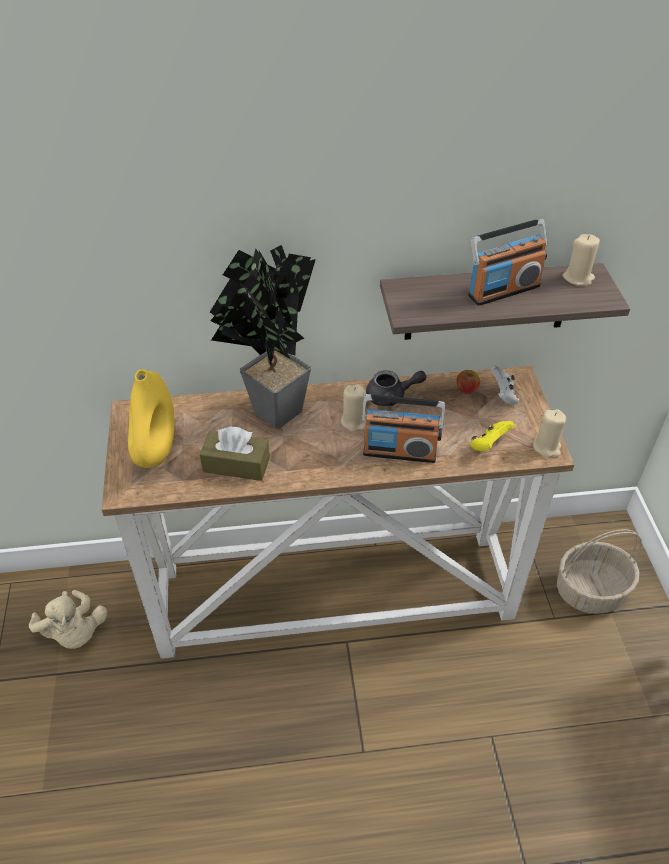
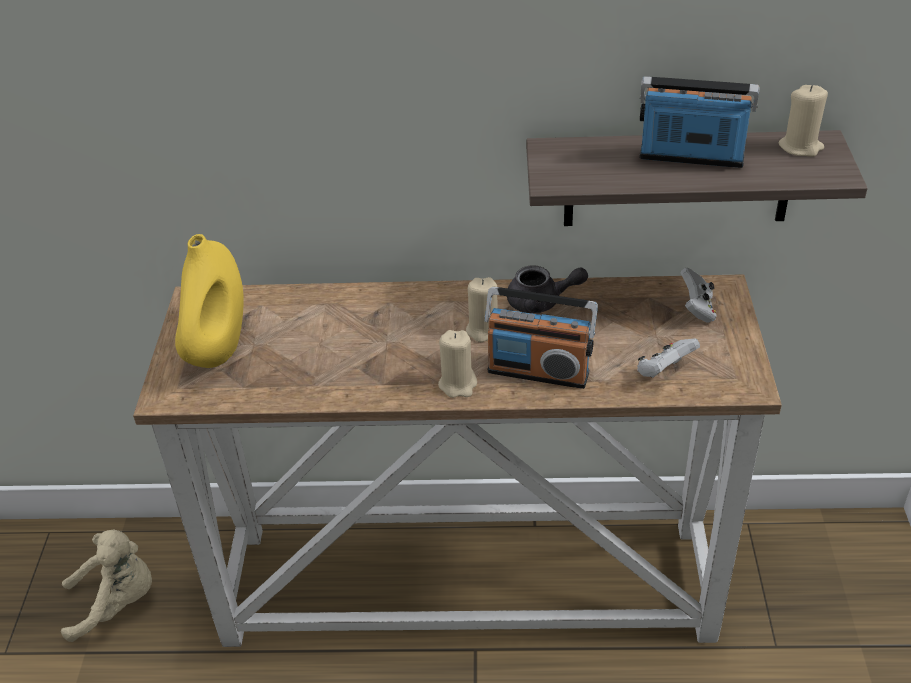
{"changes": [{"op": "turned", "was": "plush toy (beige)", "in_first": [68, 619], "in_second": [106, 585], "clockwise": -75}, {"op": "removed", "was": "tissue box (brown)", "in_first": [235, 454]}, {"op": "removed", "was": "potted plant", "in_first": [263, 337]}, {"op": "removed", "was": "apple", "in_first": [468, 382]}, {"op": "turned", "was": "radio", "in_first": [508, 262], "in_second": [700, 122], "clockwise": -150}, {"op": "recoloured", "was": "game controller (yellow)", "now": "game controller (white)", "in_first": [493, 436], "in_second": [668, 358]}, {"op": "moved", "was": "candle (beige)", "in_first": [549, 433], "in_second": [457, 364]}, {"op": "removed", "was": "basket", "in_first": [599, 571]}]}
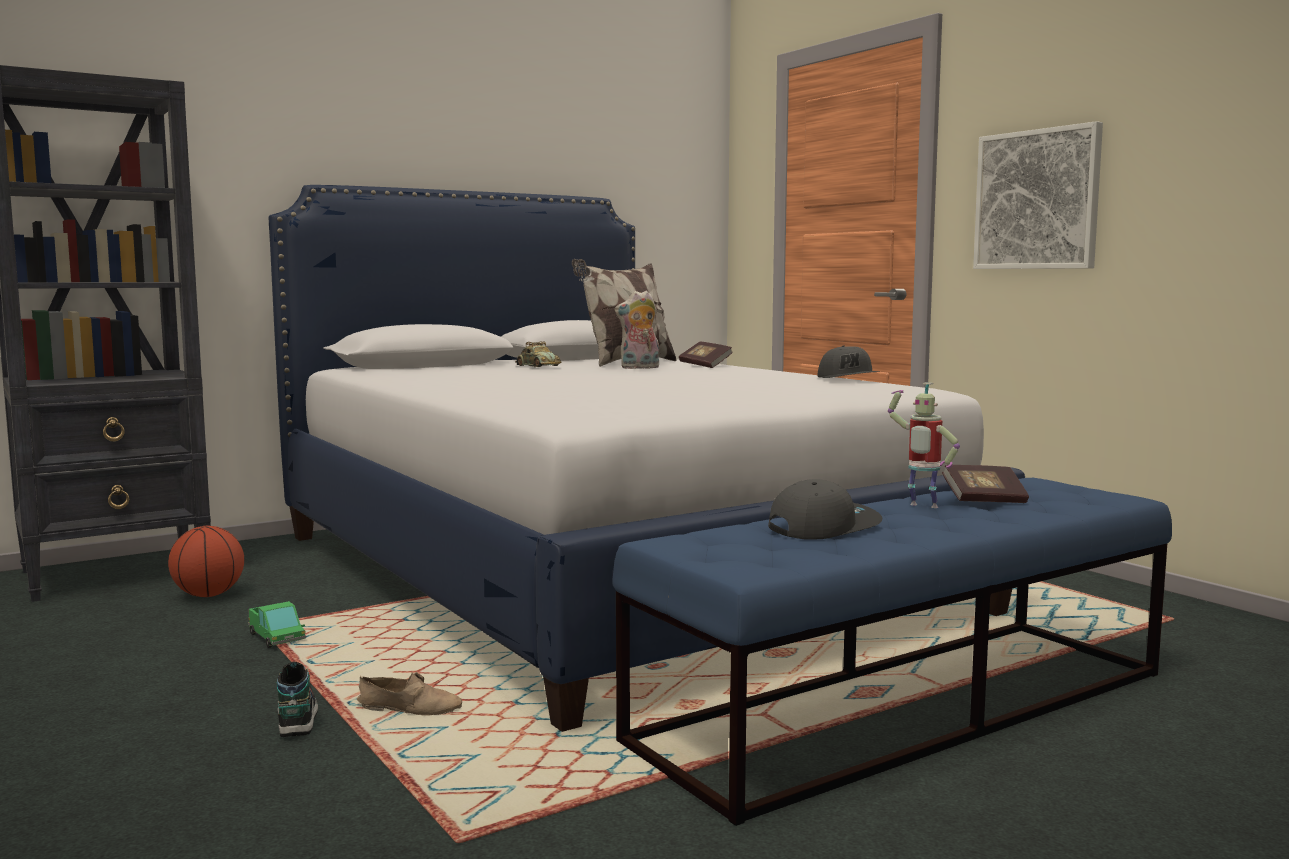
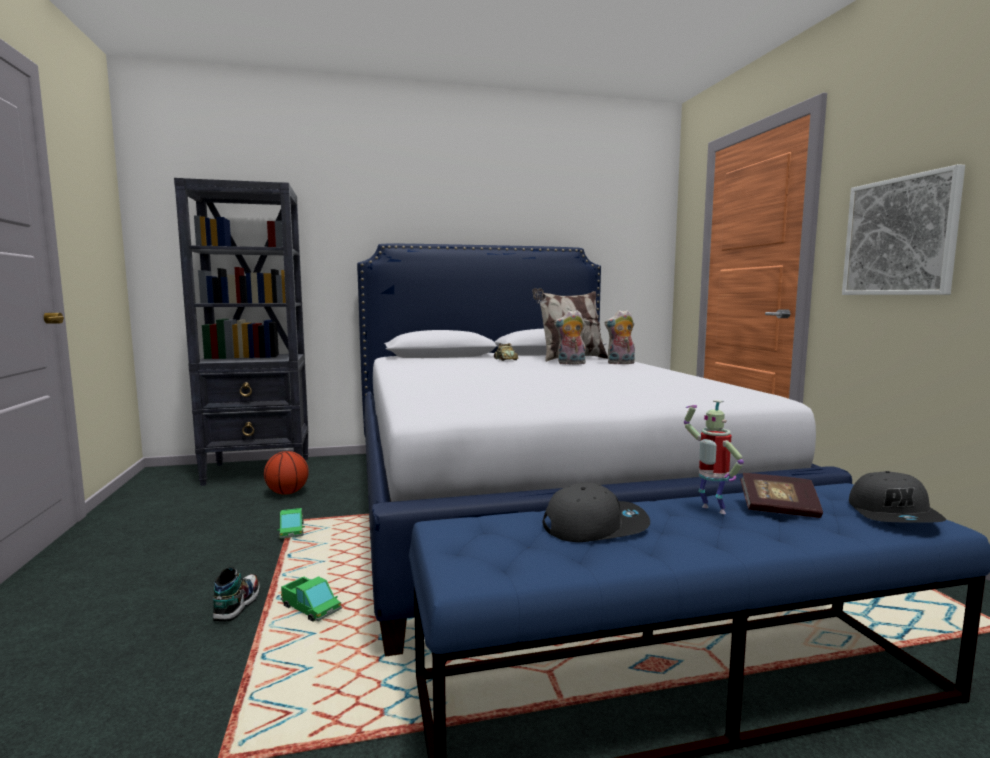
{"changes": [{"op": "replaced", "was": "shoe (beige)", "now": "toy truck", "in_first": [409, 694], "in_second": [311, 599]}, {"op": "replaced", "was": "book", "now": "plush toy", "in_first": [706, 355], "in_second": [619, 337]}, {"op": "moved", "was": "cap (grey)", "in_first": [848, 361], "in_second": [897, 497]}]}
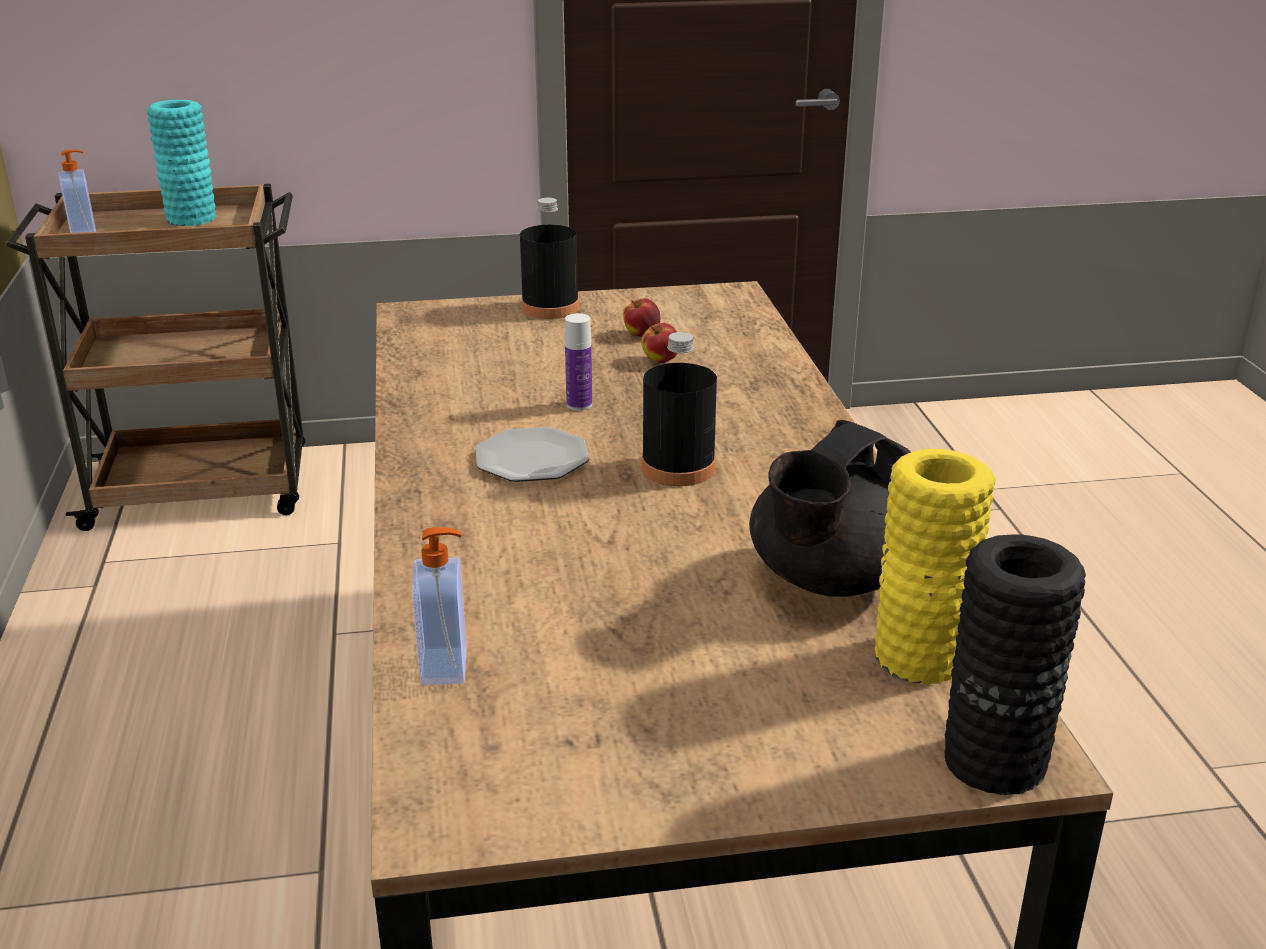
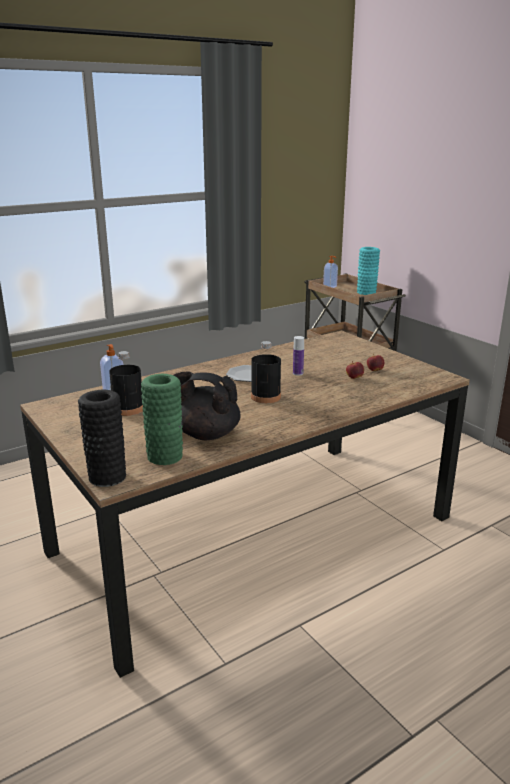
{"changes": [{"op": "moved", "was": "bottle (black)", "in_first": [549, 258], "in_second": [126, 383]}, {"op": "recoloured", "was": "vase (yellow)", "now": "vase (green)", "in_first": [935, 566], "in_second": [162, 419]}]}
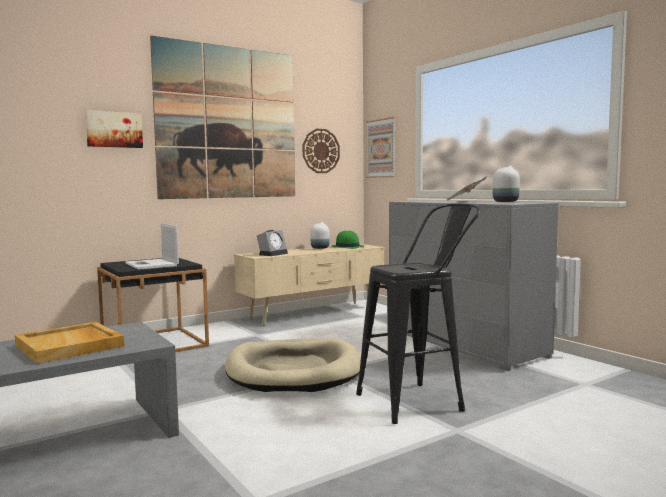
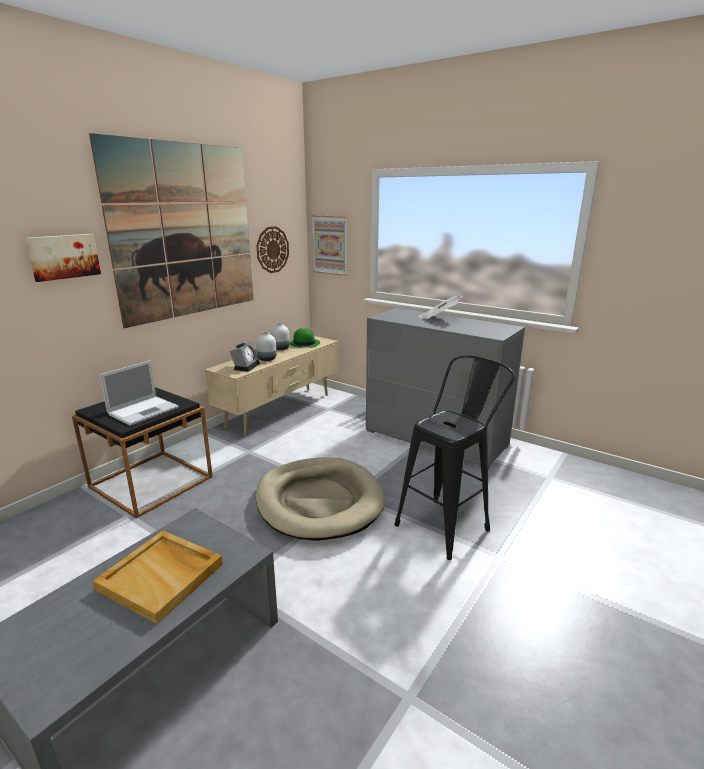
{"changes": [{"op": "turned", "was": "laptop", "in_first": [152, 246], "in_second": [139, 393], "clockwise": -90}, {"op": "moved", "was": "vase (white)", "in_first": [506, 183], "in_second": [266, 346]}]}
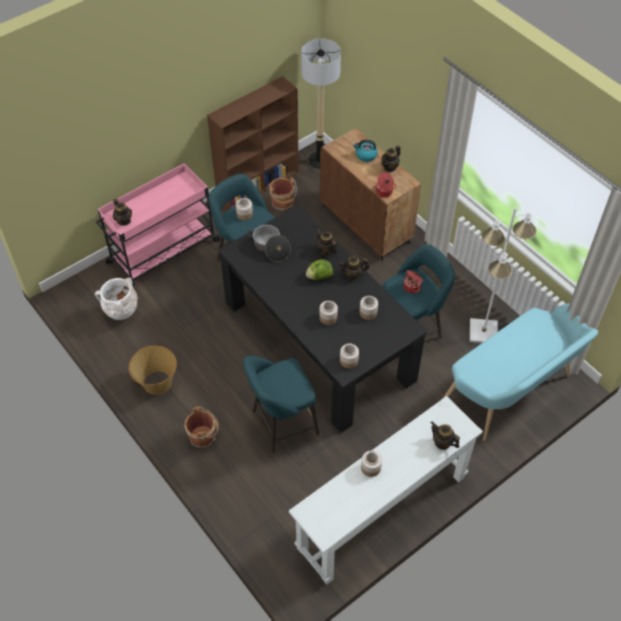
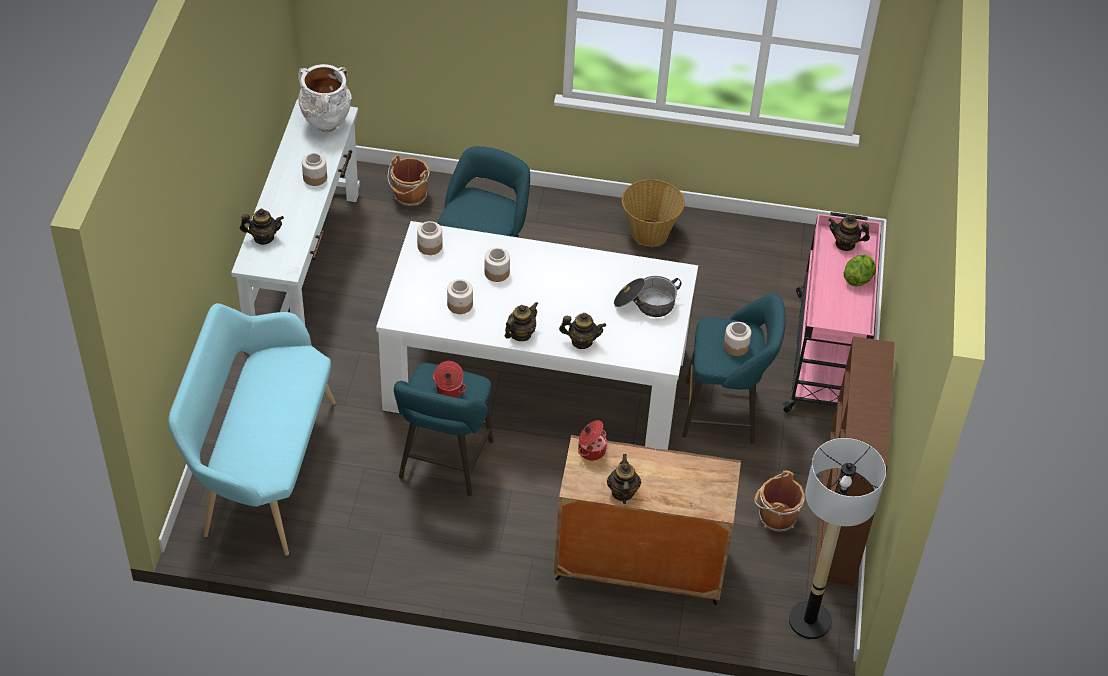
{"changes": [{"op": "moved", "was": "vase (white)", "in_first": [116, 298], "in_second": [324, 98]}, {"op": "moved", "was": "bucket (brown)", "in_first": [202, 427], "in_second": [408, 181]}, {"op": "recoloured", "was": "dining table (black)", "now": "dining table (white)", "in_first": [322, 319], "in_second": [537, 335]}, {"op": "moved", "was": "lettuce", "in_first": [319, 269], "in_second": [860, 270]}, {"op": "removed", "was": "kettle", "in_first": [365, 150]}, {"op": "removed", "was": "floor lamp (white)", "in_first": [503, 275]}]}
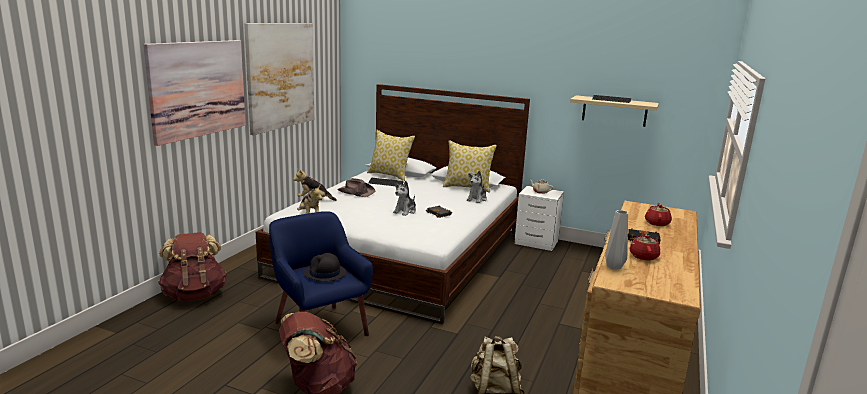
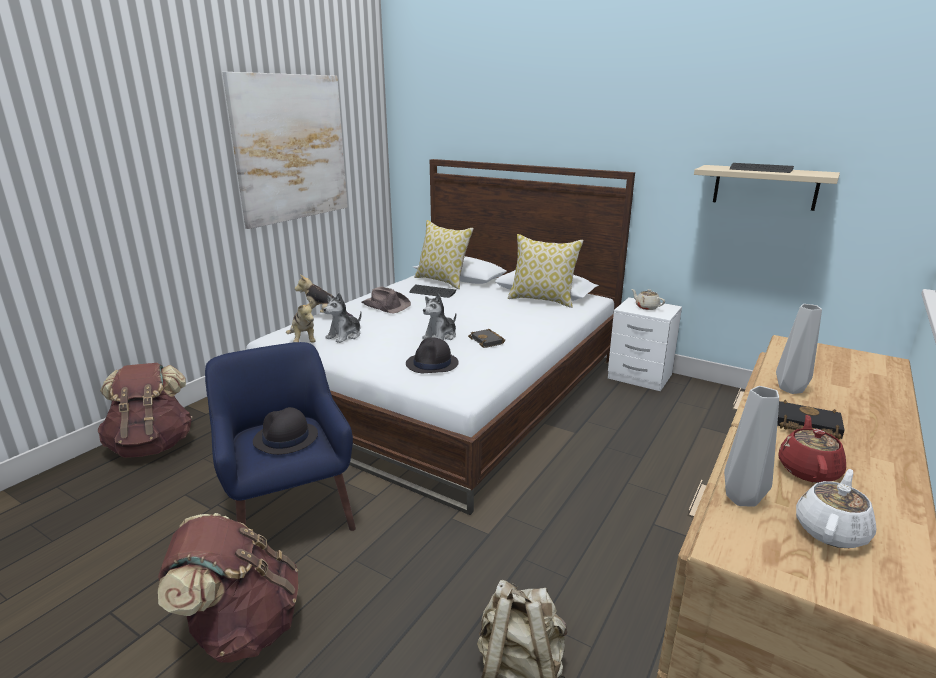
{"changes": [{"op": "removed", "was": "picture", "in_first": [194, 93]}, {"op": "moved", "was": "plush toy", "in_first": [477, 187], "in_second": [342, 318]}, {"op": "removed", "was": "teapot (red)", "in_first": [658, 214]}, {"op": "added", "now": "hat (black)", "in_second": [432, 355]}, {"op": "added", "now": "vase (grey)", "in_second": [799, 349]}, {"op": "added", "now": "teapot (white)", "in_second": [836, 508]}]}
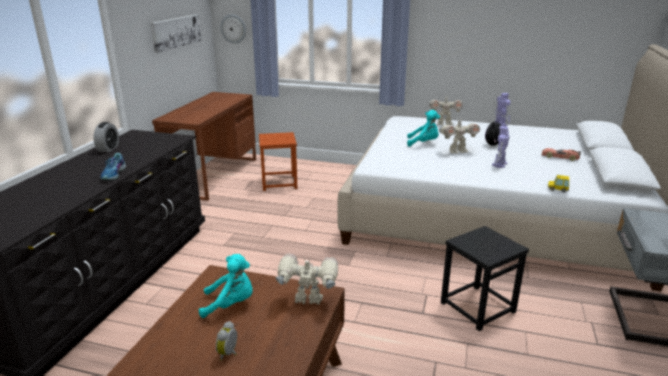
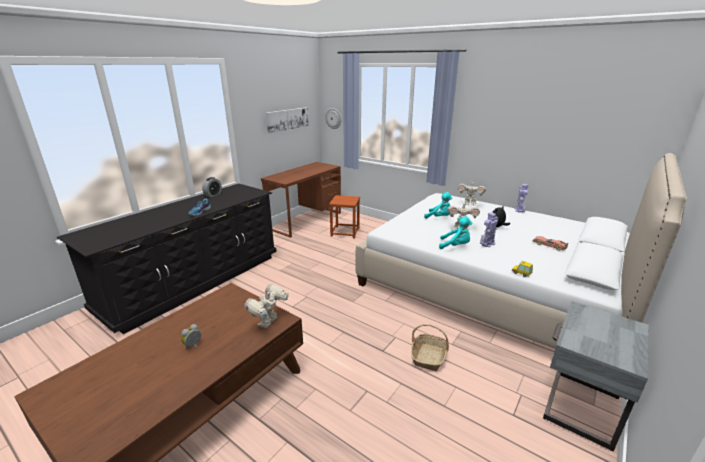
{"changes": [{"op": "moved", "was": "plush toy (turquoise)", "in_first": [226, 286], "in_second": [455, 232]}, {"op": "turned", "was": "toy robot", "in_first": [307, 279], "in_second": [266, 306], "clockwise": -90}, {"op": "replaced", "was": "stool (black)", "now": "basket", "in_first": [485, 278], "in_second": [430, 347]}]}
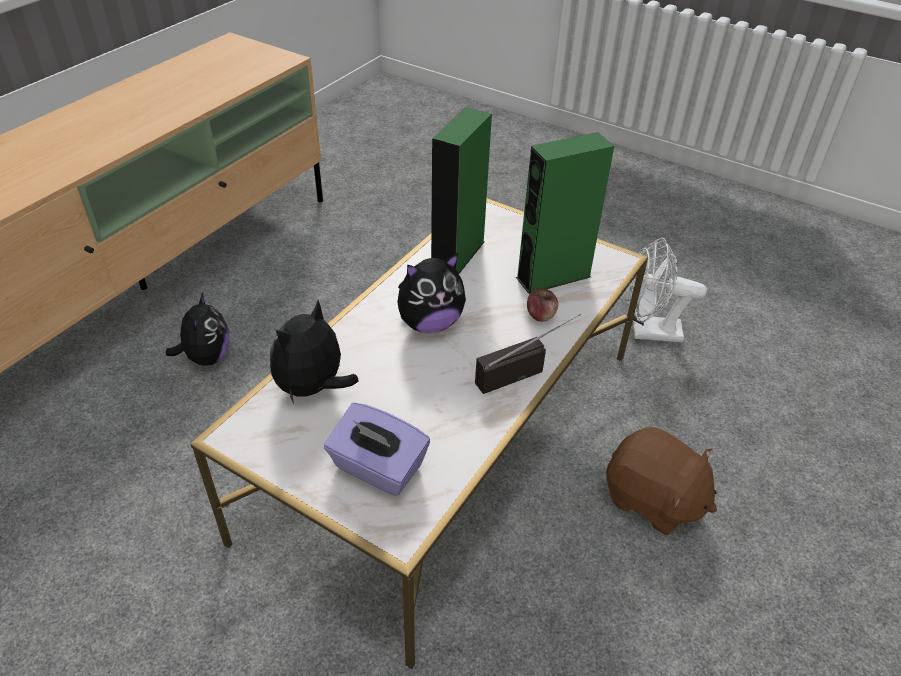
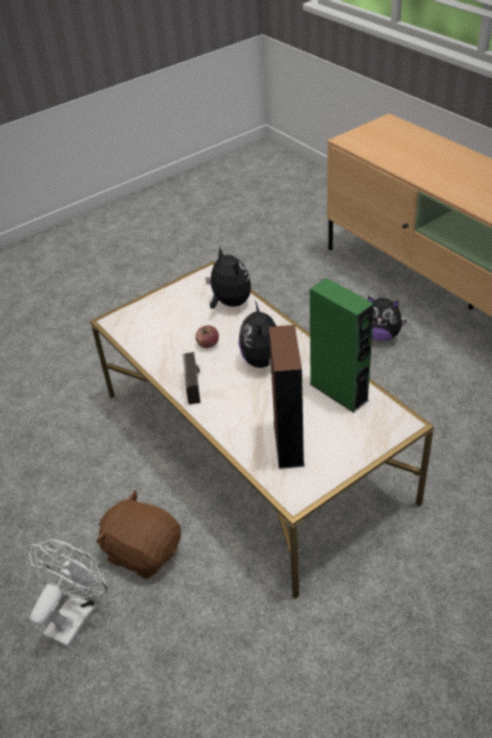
{"changes": [{"op": "removed", "was": "tissue box (purple)", "in_first": [377, 449]}, {"op": "recoloured", "was": "speaker (green)", "now": "speaker (brown)", "in_first": [565, 213], "in_second": [287, 397]}, {"op": "moved", "was": "apple", "in_first": [542, 305], "in_second": [207, 336]}, {"op": "turned", "was": "plush toy (brown)", "in_first": [661, 481], "in_second": [138, 535], "clockwise": 60}, {"op": "moved", "was": "fan (white)", "in_first": [666, 290], "in_second": [67, 594]}]}
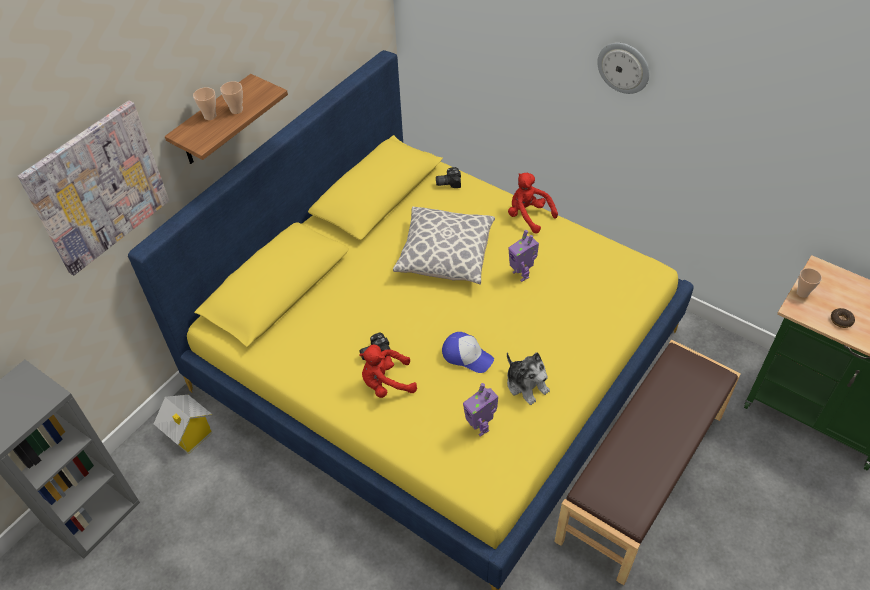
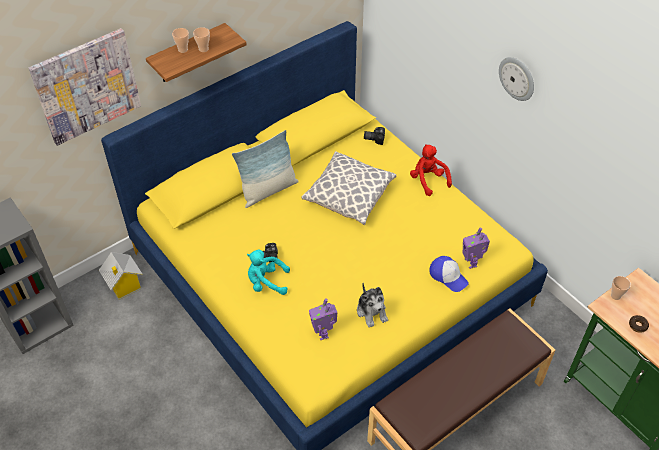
{"changes": [{"op": "recoloured", "was": "plush toy (red)", "now": "plush toy (turquoise)", "in_first": [388, 371], "in_second": [268, 272]}, {"op": "moved", "was": "cap", "in_first": [468, 352], "in_second": [449, 274]}, {"op": "moved", "was": "toy robot", "in_first": [523, 256], "in_second": [476, 248]}, {"op": "added", "now": "pillow", "in_second": [265, 169]}]}
